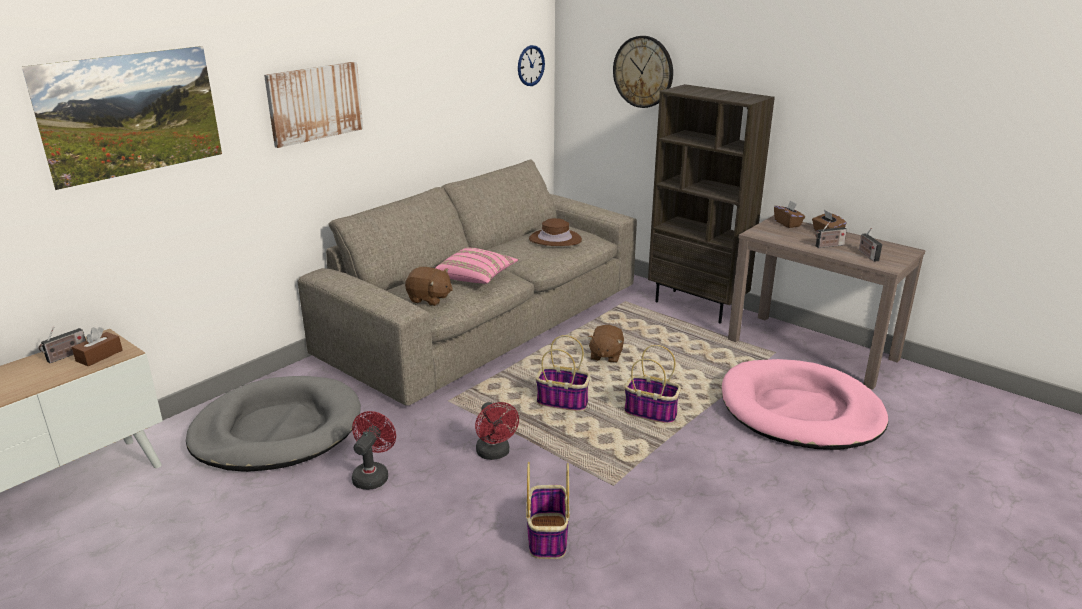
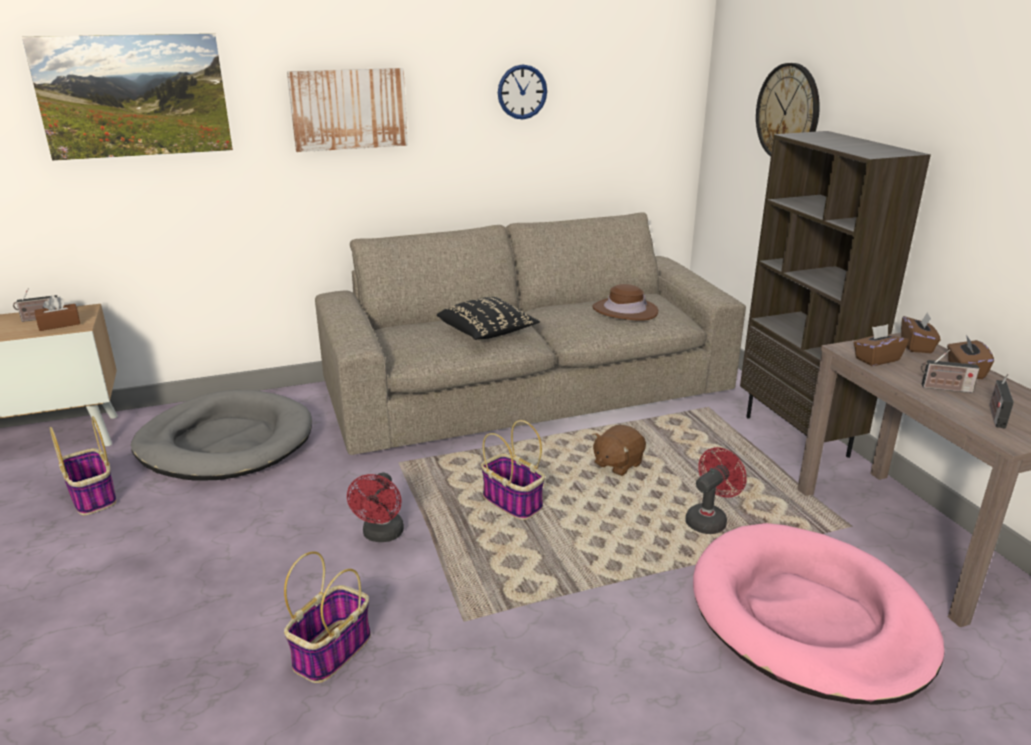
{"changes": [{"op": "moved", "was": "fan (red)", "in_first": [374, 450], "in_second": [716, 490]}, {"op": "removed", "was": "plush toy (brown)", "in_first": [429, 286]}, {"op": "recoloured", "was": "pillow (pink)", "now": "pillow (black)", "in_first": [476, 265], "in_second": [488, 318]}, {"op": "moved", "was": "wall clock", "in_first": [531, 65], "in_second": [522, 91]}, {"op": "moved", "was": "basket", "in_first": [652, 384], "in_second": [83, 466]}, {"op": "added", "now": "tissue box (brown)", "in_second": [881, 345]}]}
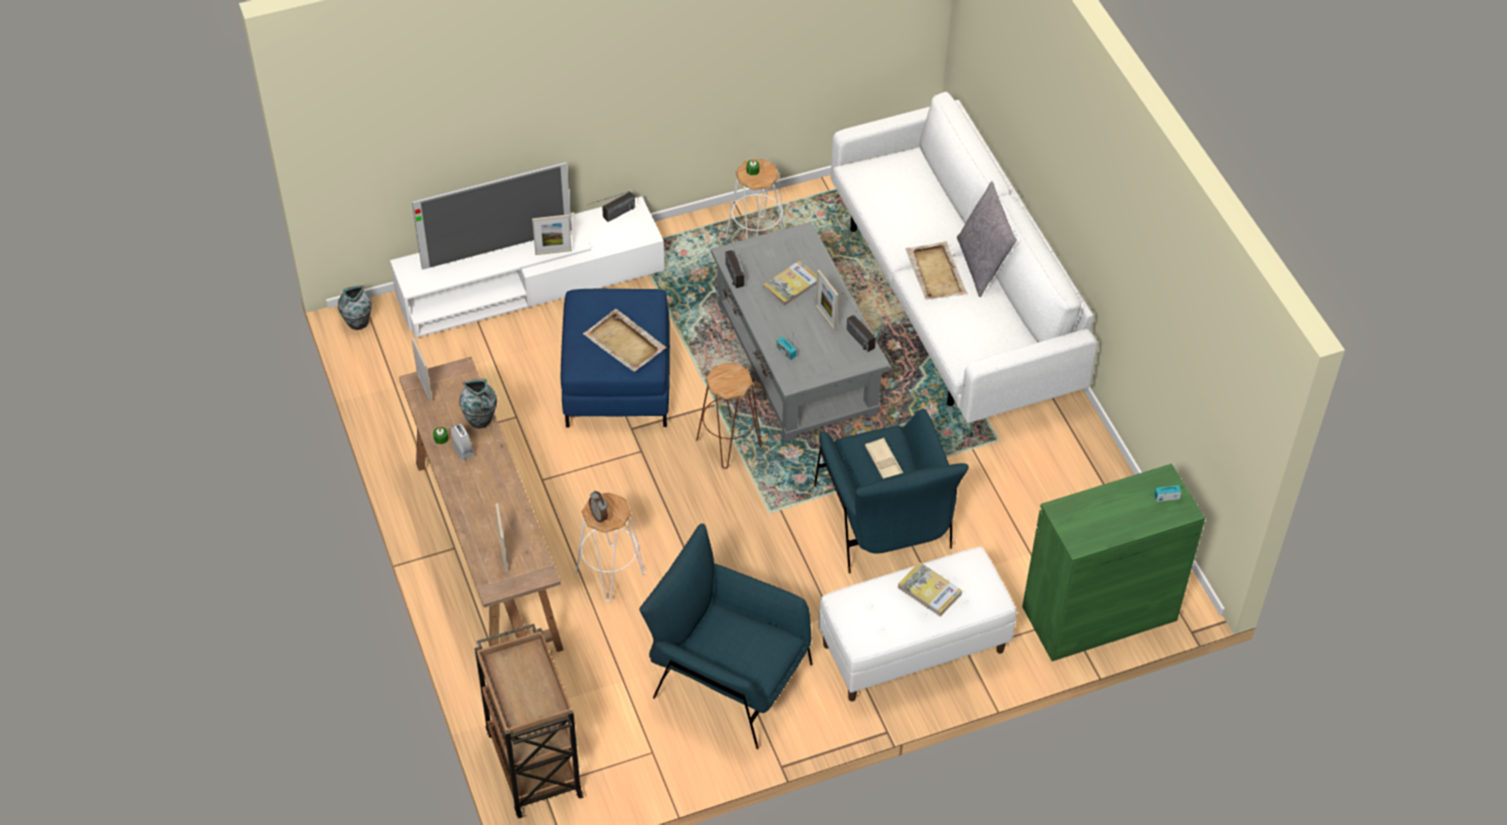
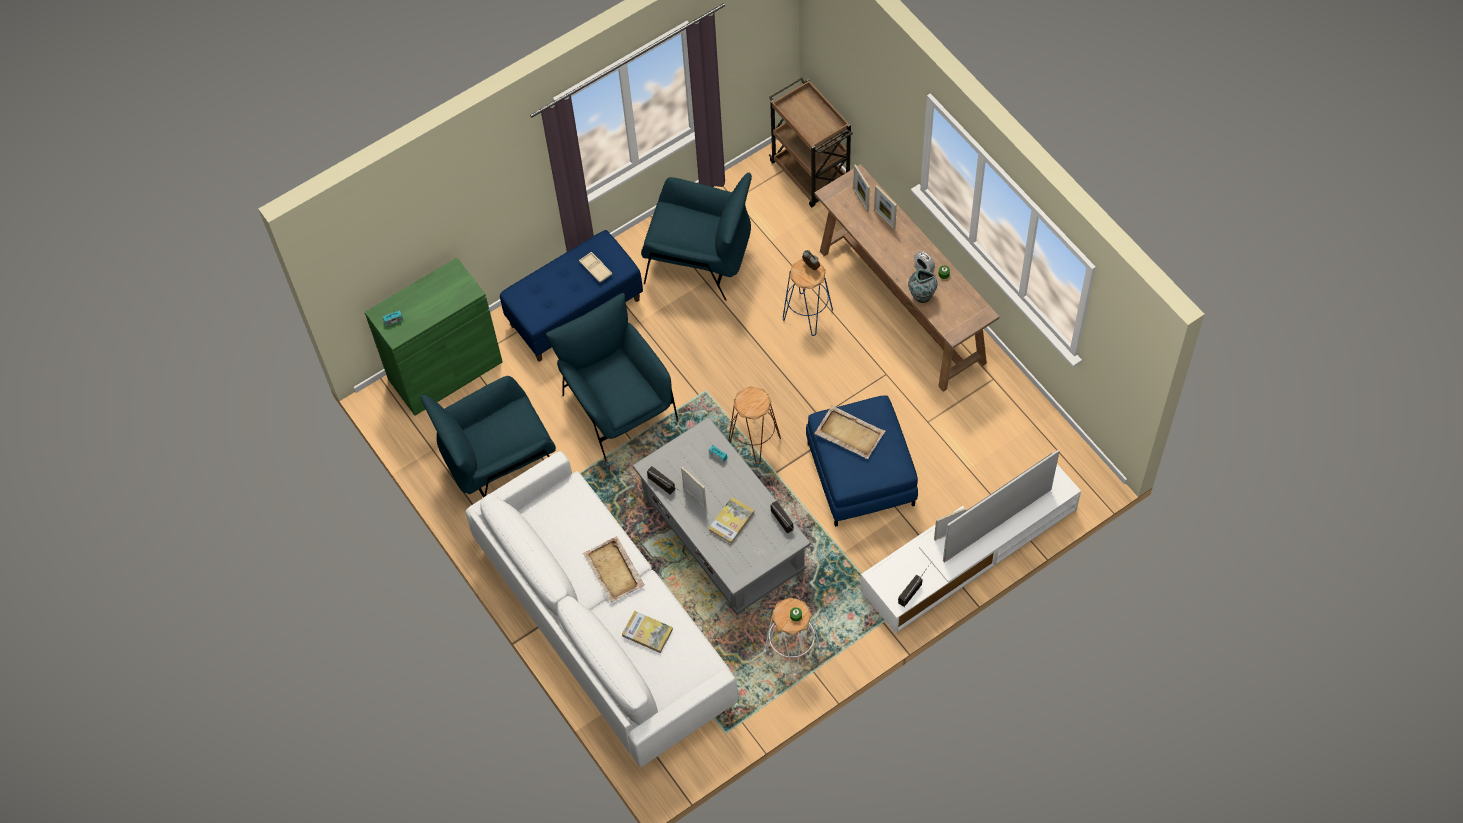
{"changes": [{"op": "removed", "was": "vase", "in_first": [355, 307]}, {"op": "moved", "was": "picture frame", "in_first": [421, 369], "in_second": [885, 207]}, {"op": "recoloured", "was": "stool (white)", "now": "stool (blue)", "in_first": [610, 547], "in_second": [808, 297]}, {"op": "recoloured", "was": "bench (white)", "now": "bench (blue)", "in_first": [917, 624], "in_second": [571, 296]}, {"op": "moved", "was": "tray (beige)", "in_first": [884, 458], "in_second": [595, 267]}, {"op": "moved", "was": "book", "in_first": [930, 589], "in_second": [647, 632]}, {"op": "removed", "was": "pillow (grey)", "in_first": [987, 239]}, {"op": "added", "now": "armchair (blue)", "in_second": [488, 437]}]}
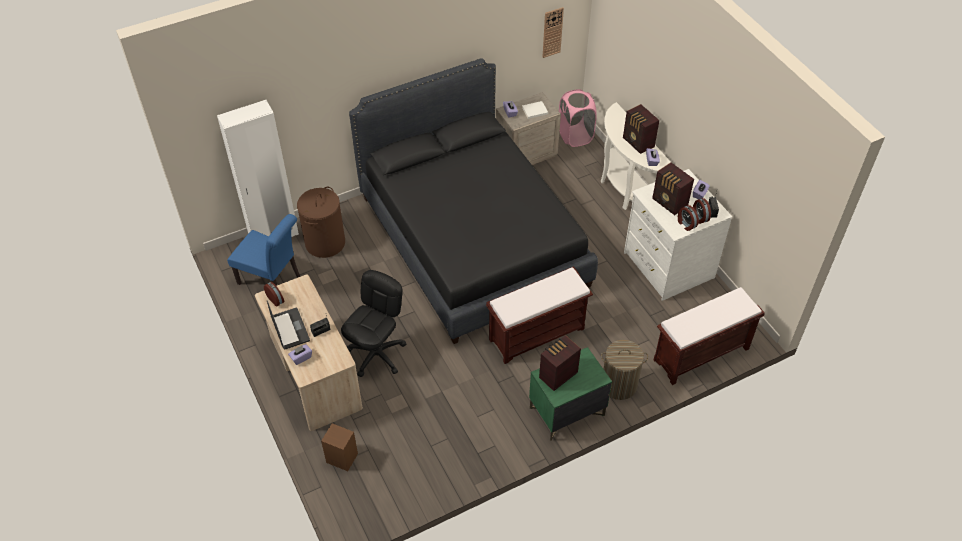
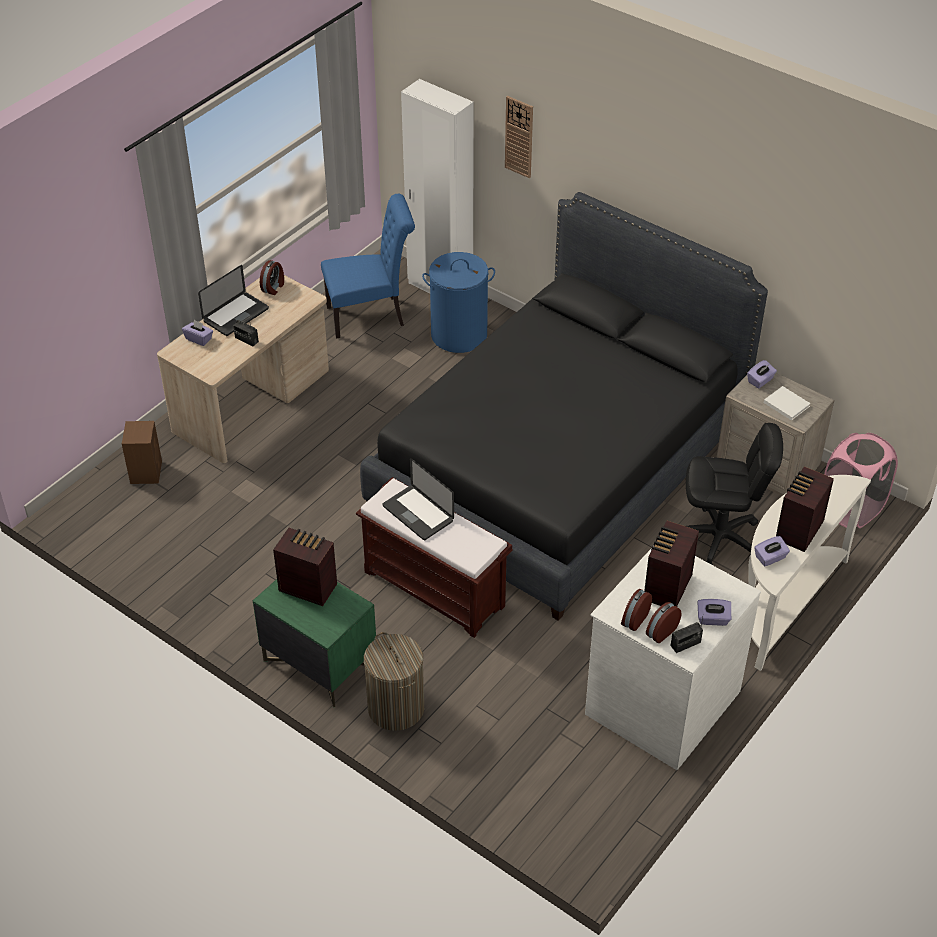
{"changes": [{"op": "turned", "was": "chair (blue)", "in_first": [263, 250], "in_second": [368, 266], "clockwise": -105}, {"op": "recoloured", "was": "laundry basket (brown)", "now": "laundry basket (blue)", "in_first": [321, 222], "in_second": [458, 302]}, {"op": "moved", "was": "office chair (black)", "in_first": [373, 323], "in_second": [734, 494]}, {"op": "moved", "was": "wall clock", "in_first": [553, 32], "in_second": [519, 137]}, {"op": "removed", "was": "bench (brown)", "in_first": [709, 336]}, {"op": "added", "now": "laptop", "in_second": [418, 499]}]}
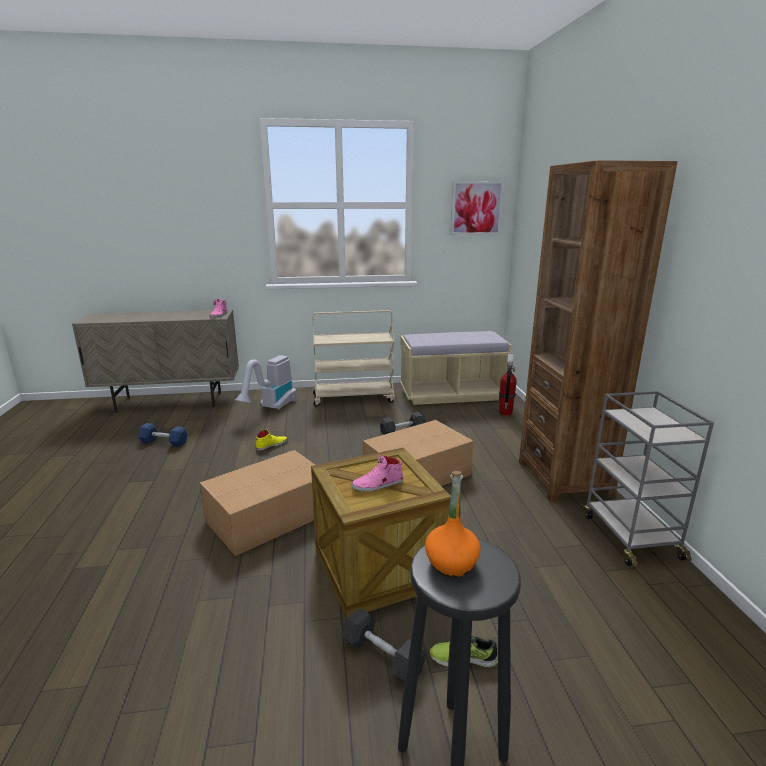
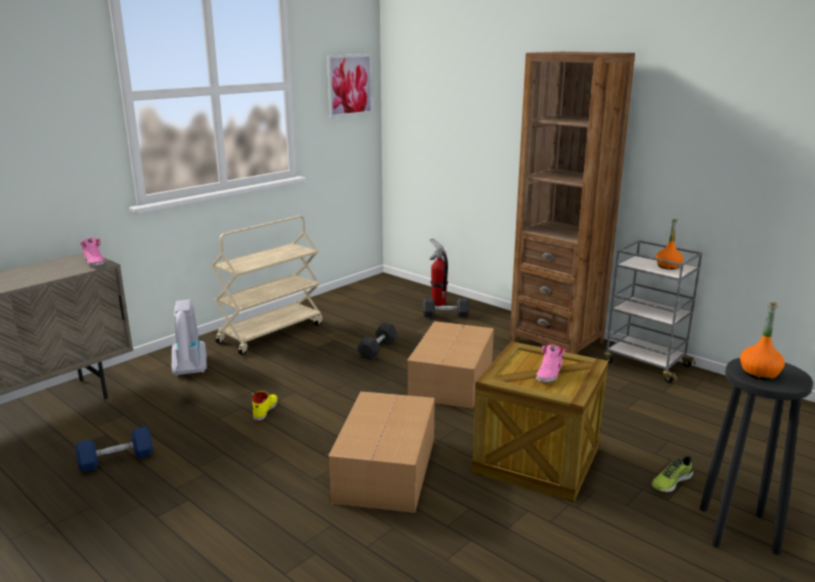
{"changes": [{"op": "moved", "was": "dumbbell (grey)", "in_first": [383, 645], "in_second": [446, 308]}, {"op": "removed", "was": "bench (beige)", "in_first": [455, 368]}, {"op": "added", "now": "bottle (orange)", "in_second": [669, 244]}]}
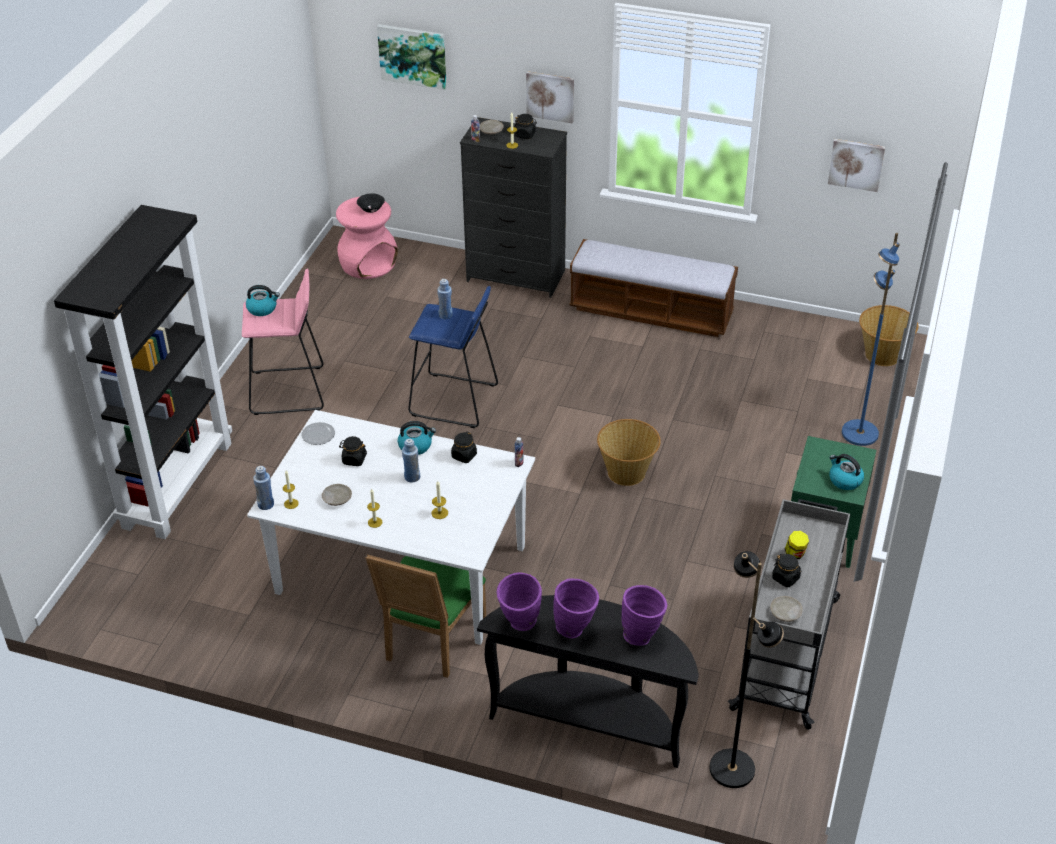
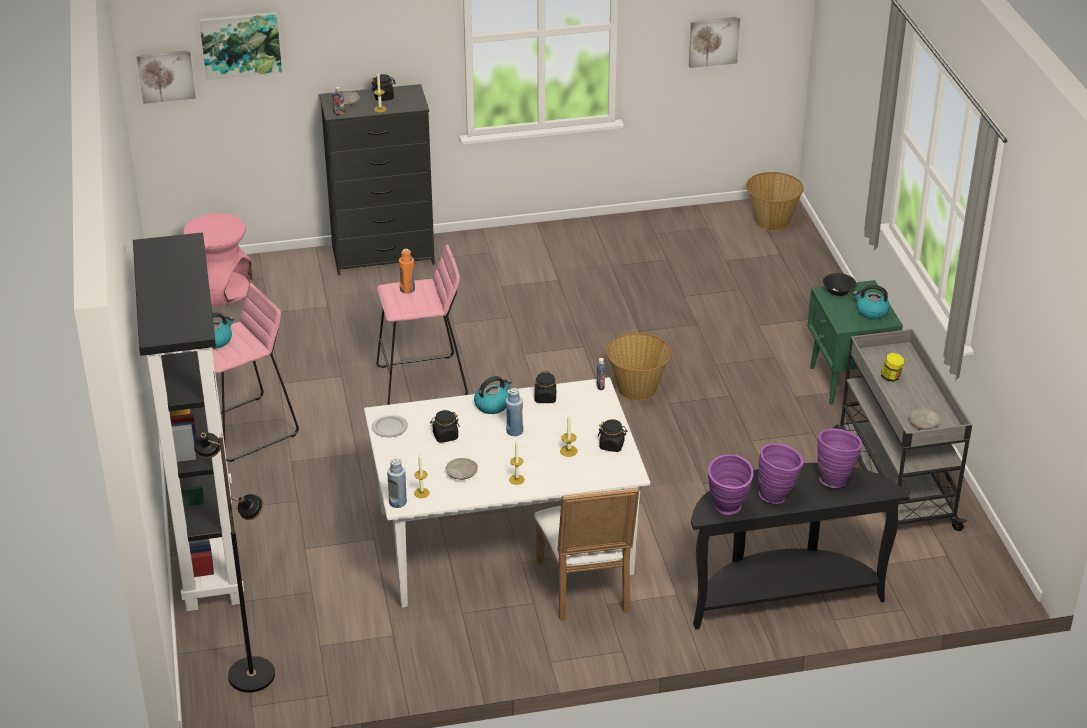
{"changes": [{"op": "moved", "was": "bowl (black)", "in_first": [371, 203], "in_second": [840, 284]}, {"op": "recoloured", "was": "chair (green)", "now": "chair (white)", "in_first": [425, 616], "in_second": [586, 554]}, {"op": "recoloured", "was": "stool (blue)", "now": "stool (pink)", "in_first": [453, 357], "in_second": [422, 324]}, {"op": "recoloured", "was": "bottle (blue)", "now": "bottle (orange)", "in_first": [445, 299], "in_second": [407, 271]}, {"op": "moved", "was": "picture", "in_first": [550, 97], "in_second": [166, 77]}, {"op": "removed", "was": "bench", "in_first": [653, 288]}, {"op": "moved", "was": "floor lamp (black)", "in_first": [746, 669], "in_second": [234, 563]}, {"op": "moved", "was": "jar (black)", "in_first": [787, 570], "in_second": [612, 435]}, {"op": "removed", "was": "floor lamp (blue)", "in_first": [871, 339]}]}
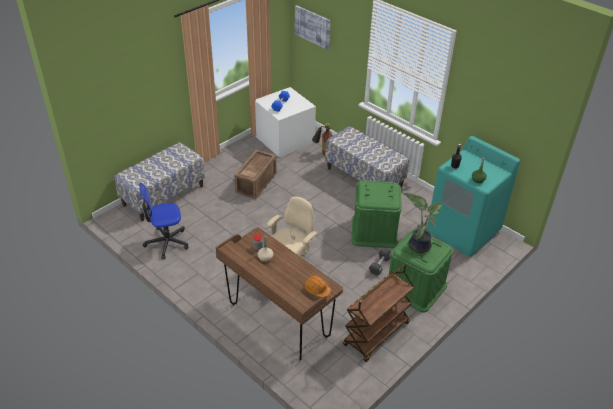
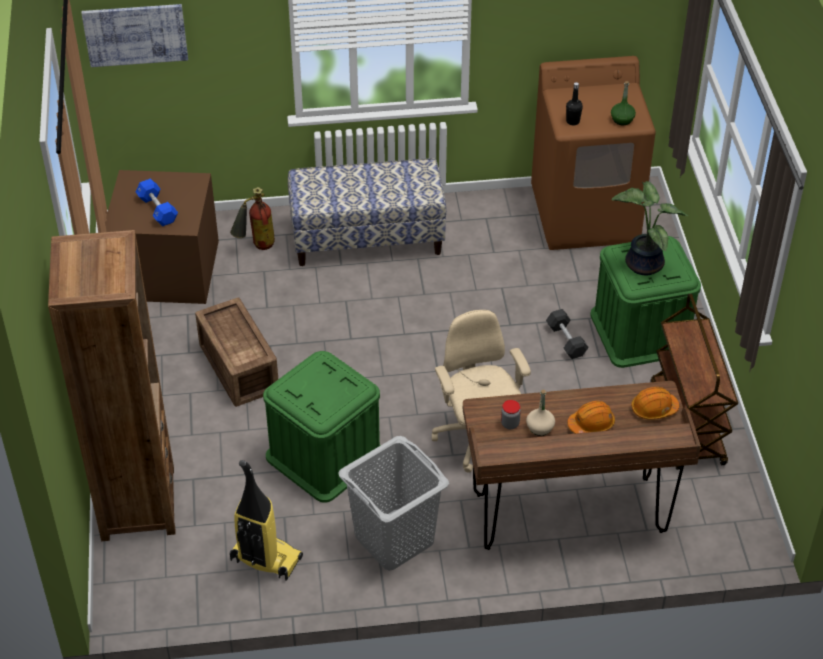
{"changes": [{"op": "replaced", "was": "bench", "now": "bookcase (brown)", "in_first": [159, 181], "in_second": [111, 385]}, {"op": "replaced", "was": "office chair", "now": "vacuum cleaner", "in_first": [163, 220], "in_second": [266, 520]}, {"op": "recoloured", "was": "storage box (white)", "now": "storage box (brown)", "in_first": [285, 122], "in_second": [162, 237]}, {"op": "moved", "was": "storage box (green)", "in_first": [377, 214], "in_second": [322, 427]}, {"op": "recoloured", "was": "washing machine (turquoise)", "now": "washing machine (brown)", "in_first": [473, 196], "in_second": [593, 153]}, {"op": "added", "now": "laundry basket (grey)", "in_second": [393, 503]}, {"op": "added", "now": "hard hat (orange)", "in_second": [591, 417]}]}
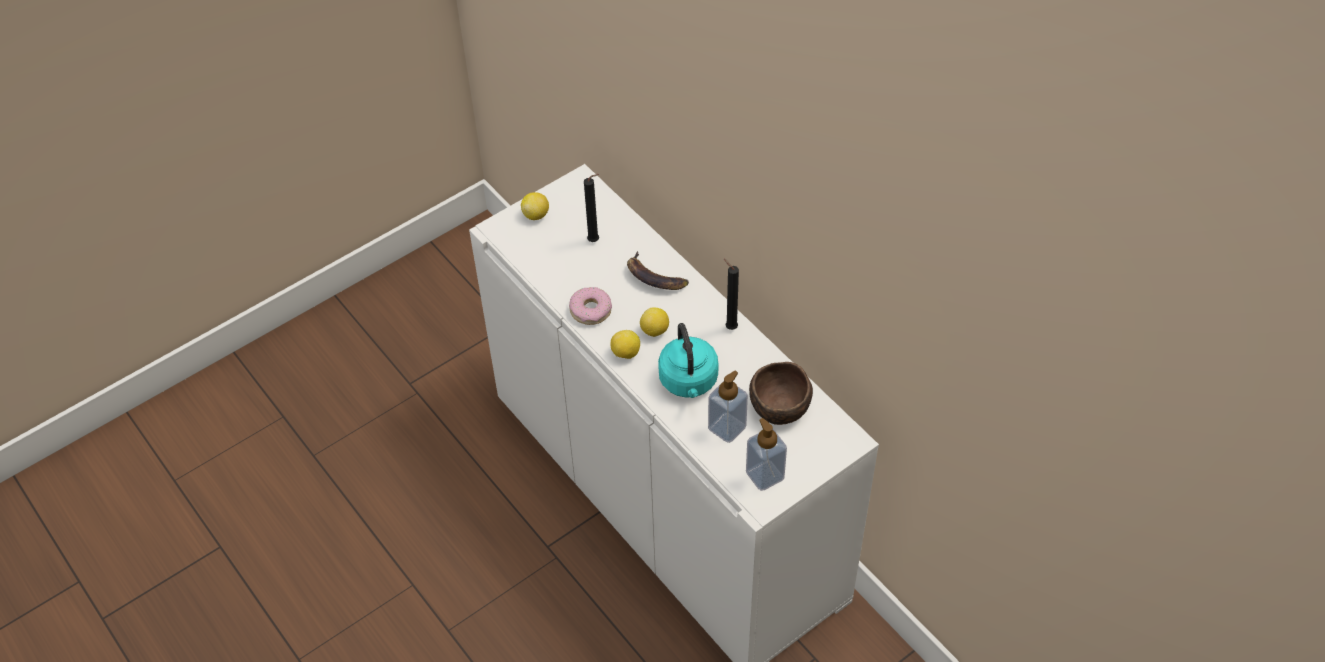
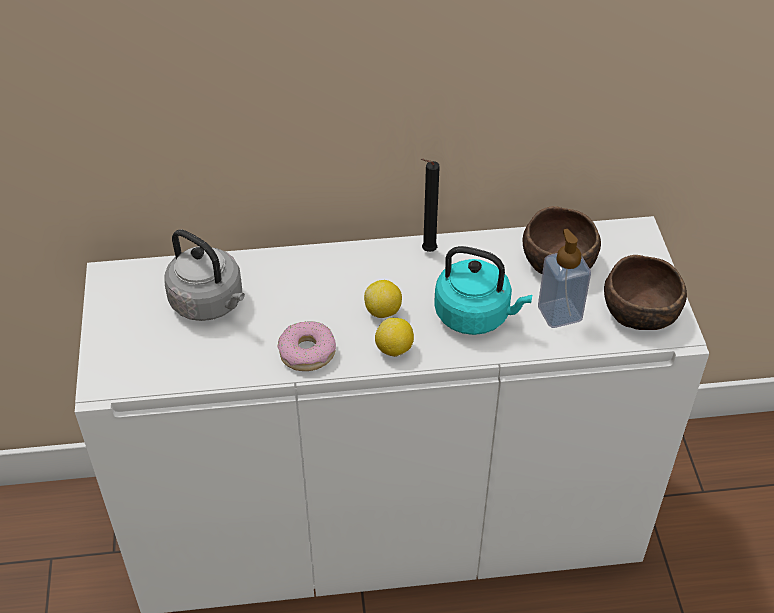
{"changes": [{"op": "removed", "was": "lemon", "in_first": [535, 206]}, {"op": "replaced", "was": "candle (black)", "now": "kettle (grey)", "in_first": [591, 208], "in_second": [204, 275]}, {"op": "removed", "was": "banana", "in_first": [658, 270]}, {"op": "replaced", "was": "soap dispenser", "now": "bowl (brown)", "in_first": [766, 454], "in_second": [645, 292]}]}
